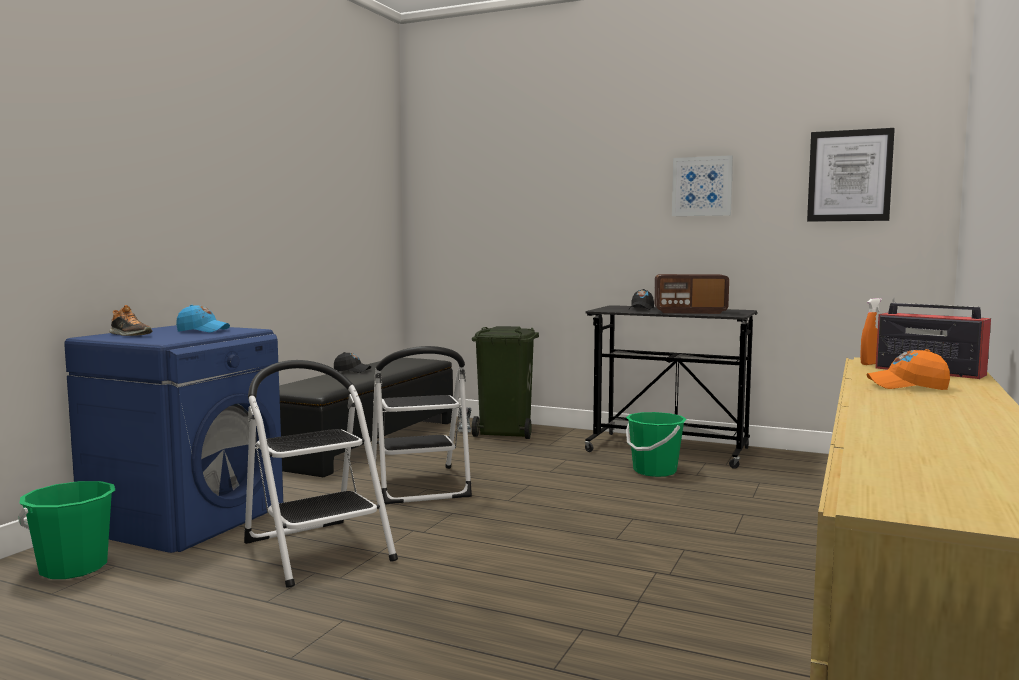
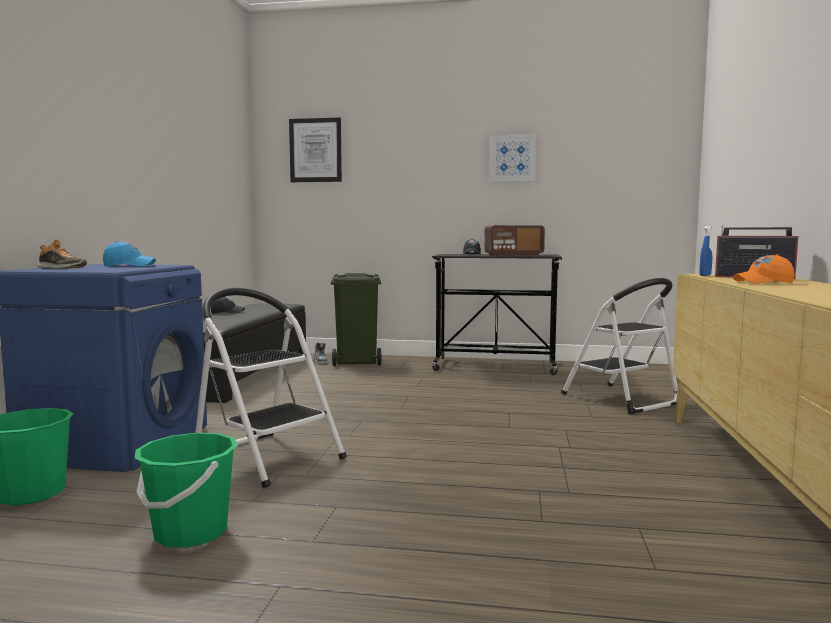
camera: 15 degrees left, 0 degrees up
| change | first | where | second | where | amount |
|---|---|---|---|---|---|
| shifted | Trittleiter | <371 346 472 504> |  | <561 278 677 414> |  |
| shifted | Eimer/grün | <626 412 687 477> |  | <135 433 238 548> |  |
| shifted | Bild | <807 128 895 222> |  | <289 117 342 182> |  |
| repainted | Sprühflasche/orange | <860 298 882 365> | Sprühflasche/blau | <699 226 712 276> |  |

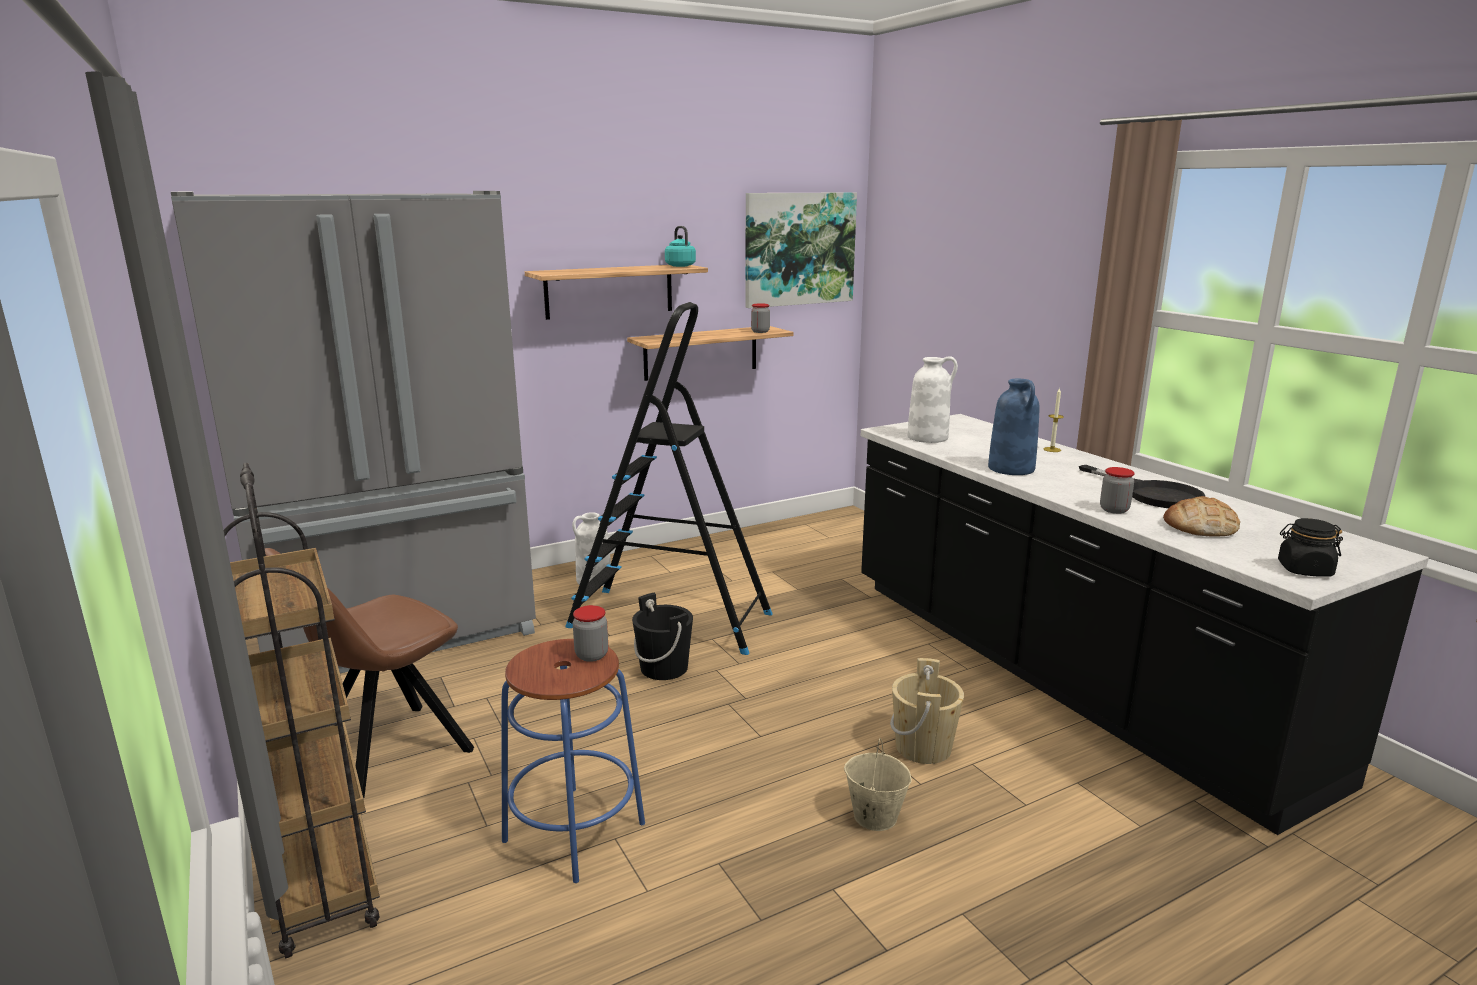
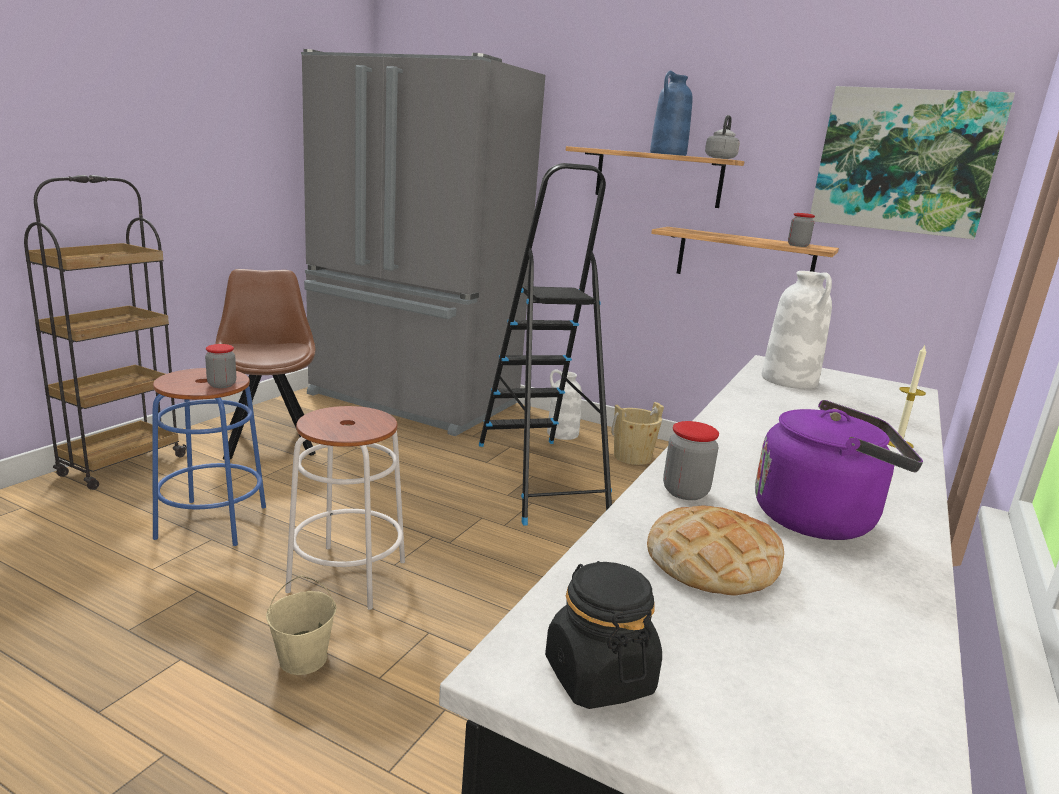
camera: 55 degrees right, 0 degrees up
| change | first | where | second | where | amount |
|---|---|---|---|---|---|
| rotated | Stuhl/braun | <265 548 474 799> |  | <215 269 316 459> | 60 degrees clockwise |
| gone | Eimer/schwarz | <632 593 693 680> |  |  |  |
| repainted | Wasserkessel/türkis | <665 226 696 267> | Wasserkessel/grau | <705 115 740 159> |  |
| shifted | Eimer/beige | <890 658 964 764> |  | <611 402 664 465> |  |
| shifted | Vase/blau | <988 379 1039 475> |  | <650 71 693 156> |  |
| swapped | Pfanne/schwarz | <1079 465 1205 508> | Wasserkessel/lila | <755 400 923 540> |  |
| new |  |  | Hocker/weiß | <285 406 405 610> |  |

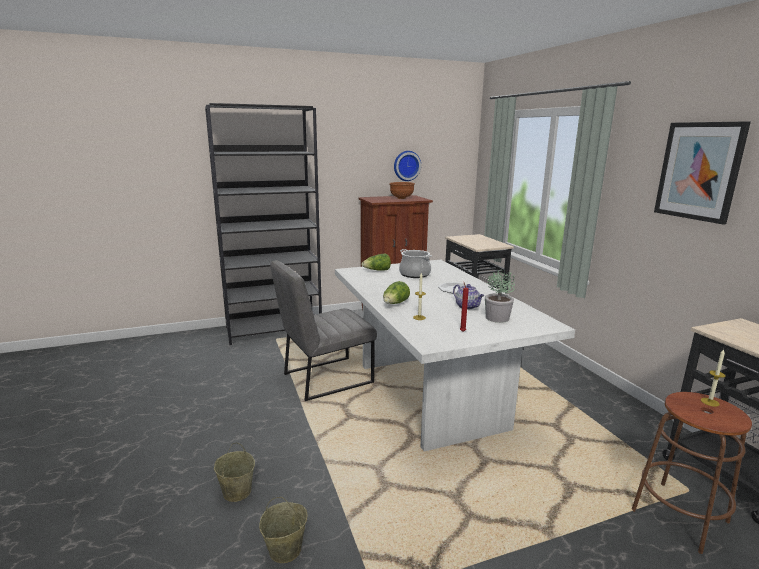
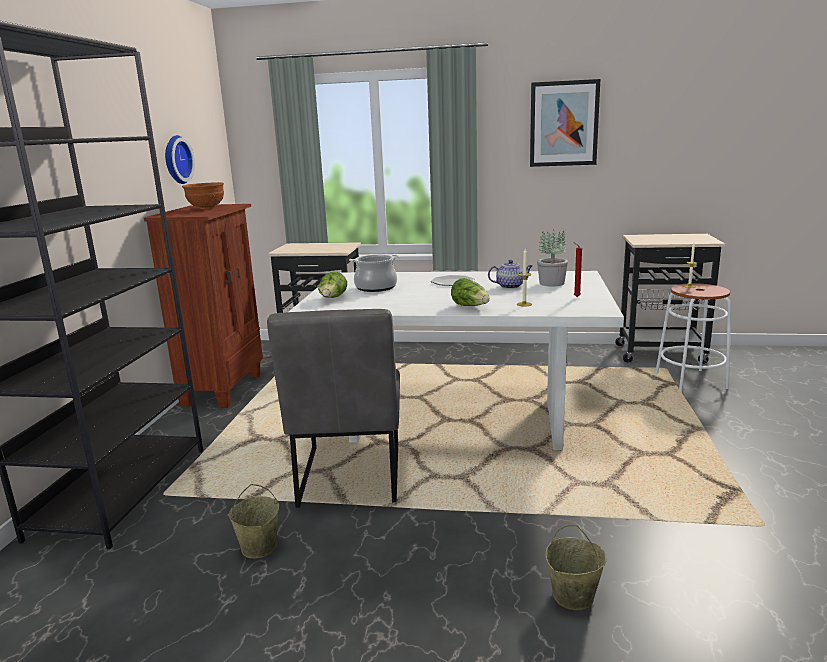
camera: 60 degrees left, 0 degrees up
| change | first | where | second | where | amount |
|---|---|---|---|---|---|
| shifted | Eimer/beige | <259 497 308 563> |  | <229 484 279 559> |  |
| repainted | Hocker/braun | <632 392 752 554> | Hocker/weiß | <655 283 731 393> |  |

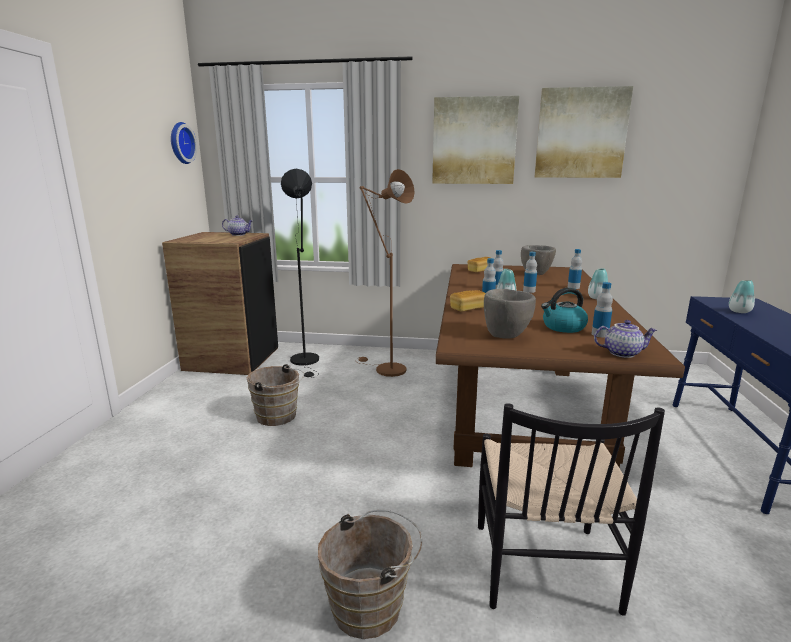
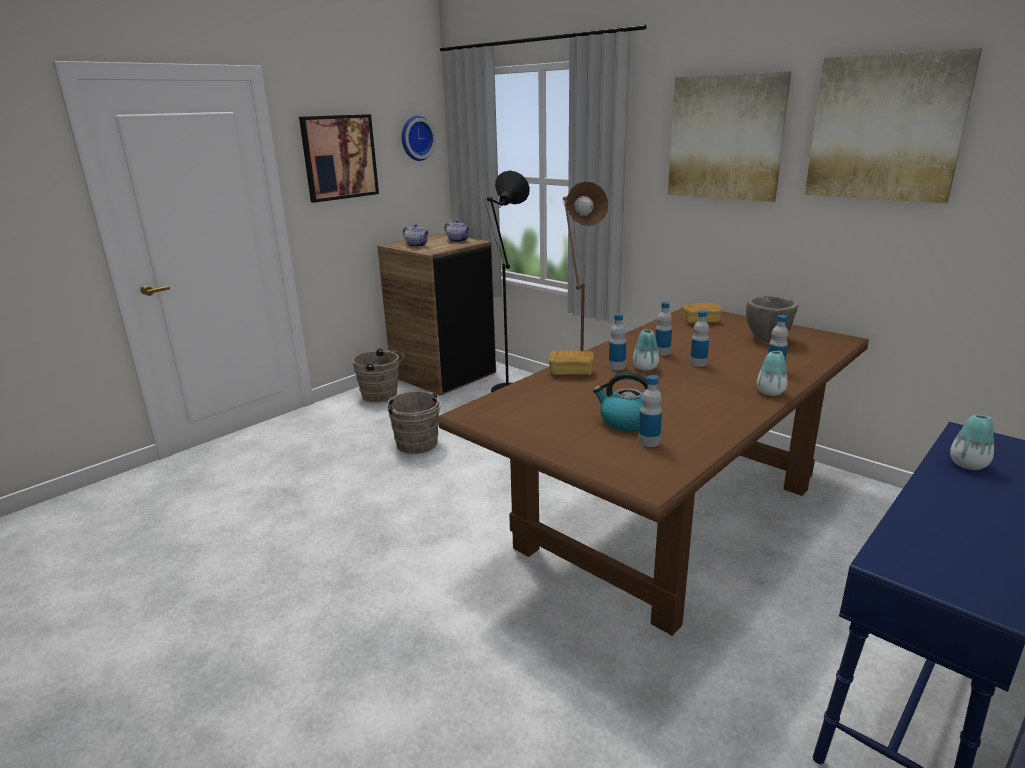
camera: 35 degrees right, 5 degrees up
| change | first | where | second | where | amount |
|---|---|---|---|---|---|
| shifted | Eimer/braun | <318 510 422 639> |  | <352 348 404 402> |  |
| gone | Stuhl/schwarz | <478 403 665 616> |  |  |  |
| gone | Schüssel/grau | <484 289 536 339> |  |  |  |
| shifted | Teekanne | <594 320 657 358> |  | <403 224 429 247> |  |
| new |  |  | Bild | <299 114 379 203> |  |

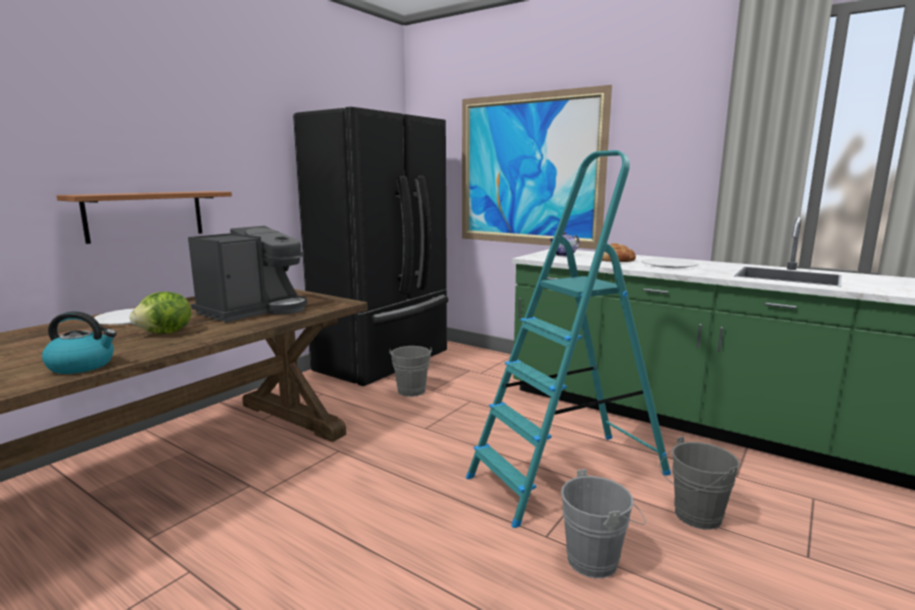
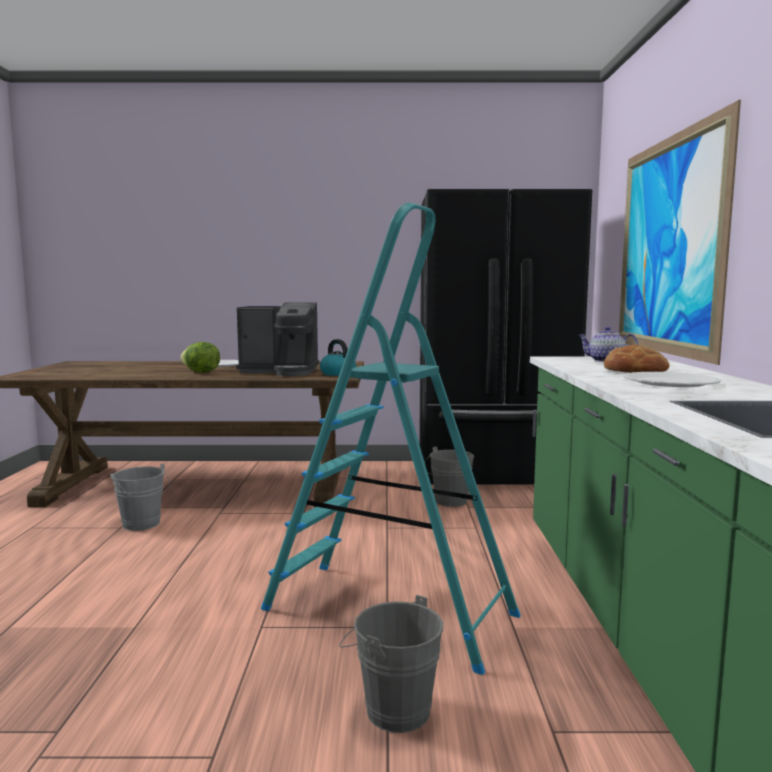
camera: 55 degrees right, 5 degrees down
| change | first | where | second | where | amount |
|---|---|---|---|---|---|
| shifted | Wasserkessel | <42 311 117 374> |  | <320 339 356 376> |  |
| gone | Wandregal | <56 191 232 244> |  |  |  |
| shifted | Eimer/grau | <561 469 646 578> |  | <110 463 170 531> |  |

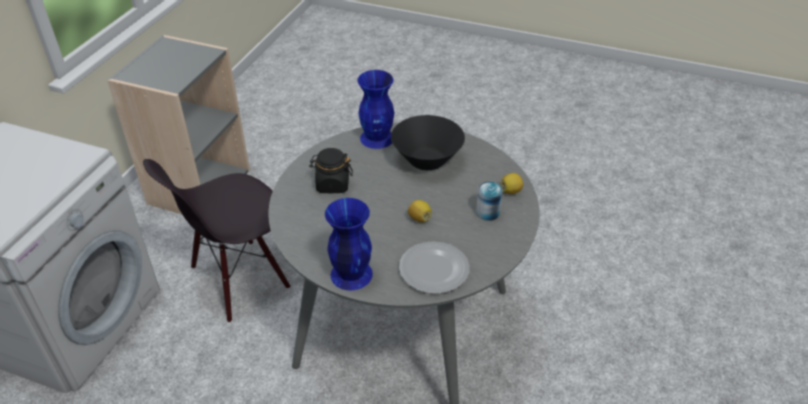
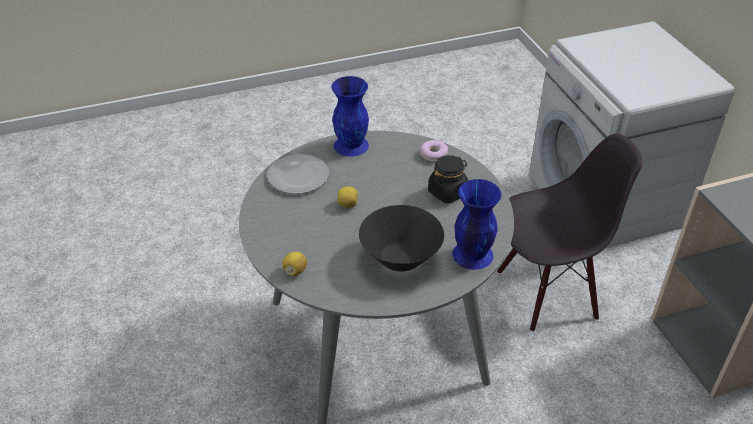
camera: 140 degrees right, 0 degrees up
| change | first | where | second | where | amount |
|---|---|---|---|---|---|
| rotated | Stuhl/schwarz | <143 159 290 323> |  | <497 134 643 332> | 60 degrees clockwise |
| gone | Dose | <476 182 502 221> |  |  |  |
| new |  |  | Donut | <420 140 448 162> |  |

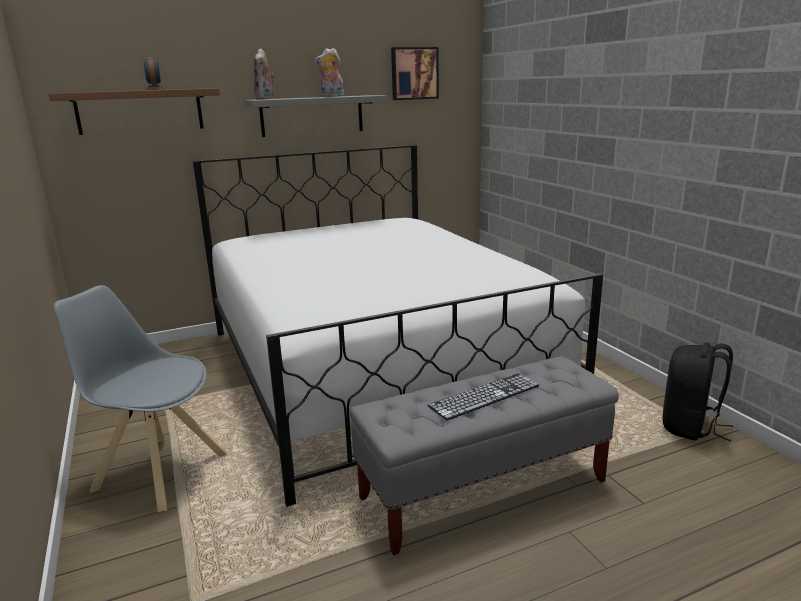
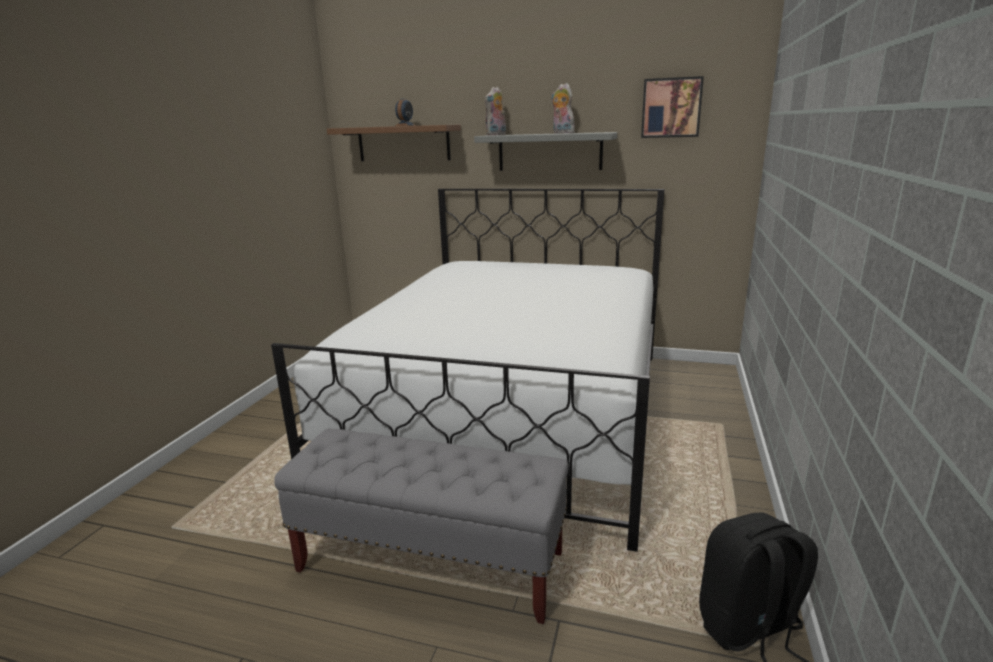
camera: 40 degrees right, 0 degrees up
| change | first | where | second | where | amount |
|---|---|---|---|---|---|
| gone | Stuhl/grau | <54 285 227 512> |  |  |  |
| gone | Tastatur | <427 374 539 421> |  |  |  |

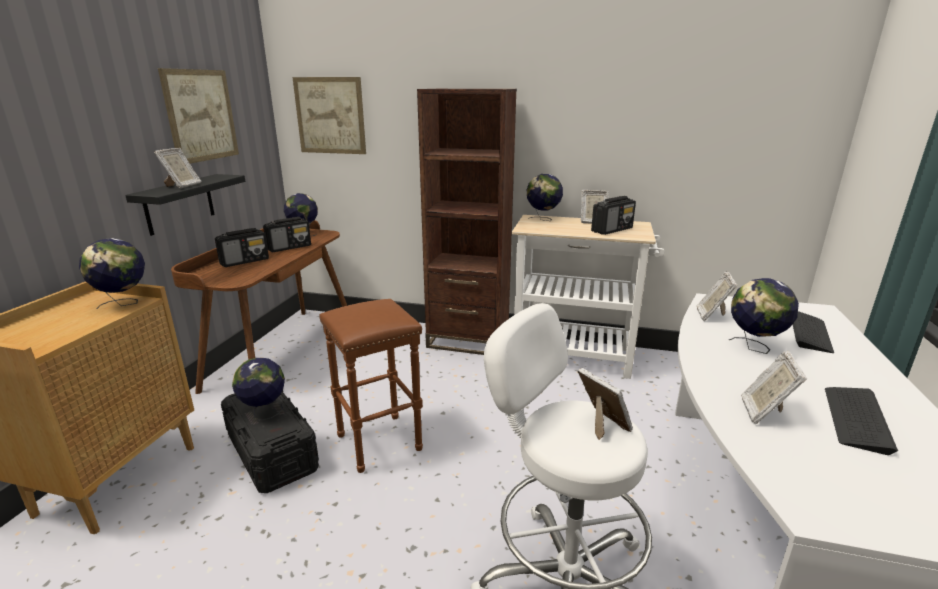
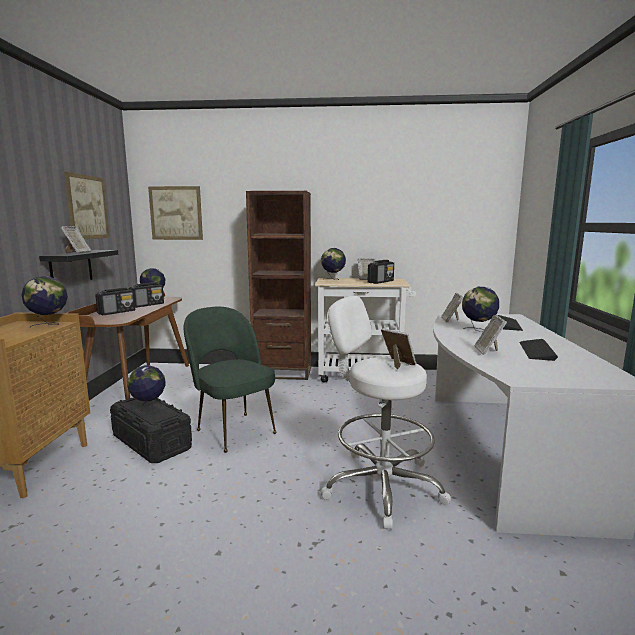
camera: 10 degrees left, 10 degrees down
| change | first | where | second | where | amount |
|---|---|---|---|---|---|
| swapped | Hocker/braun | <319 299 423 473> | Stuhl/grün | <183 306 276 453> |  |

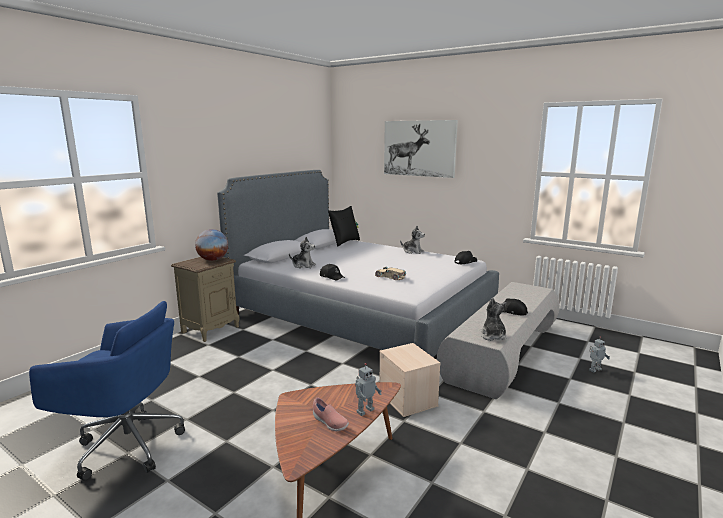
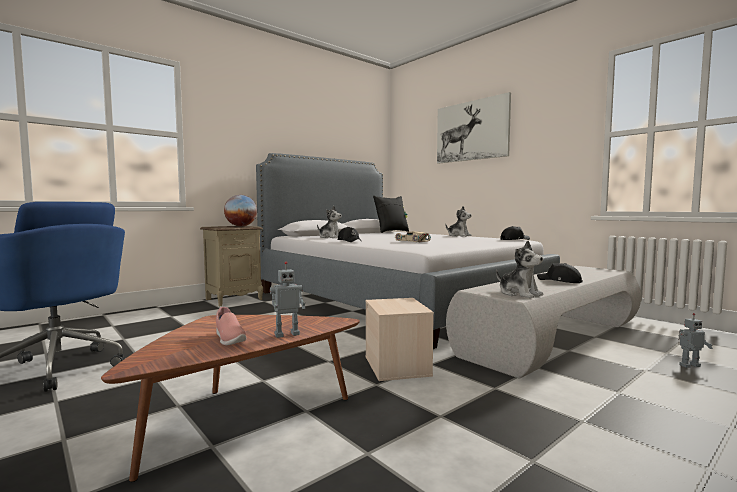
camera: 15 degrees right, 10 degrees down
| change | first | where | second | where | amount |
|---|---|---|---|---|---|
| rotated | Plüschtier | <480 298 507 341> |  | <496 241 543 298> | 135 degrees clockwise |

